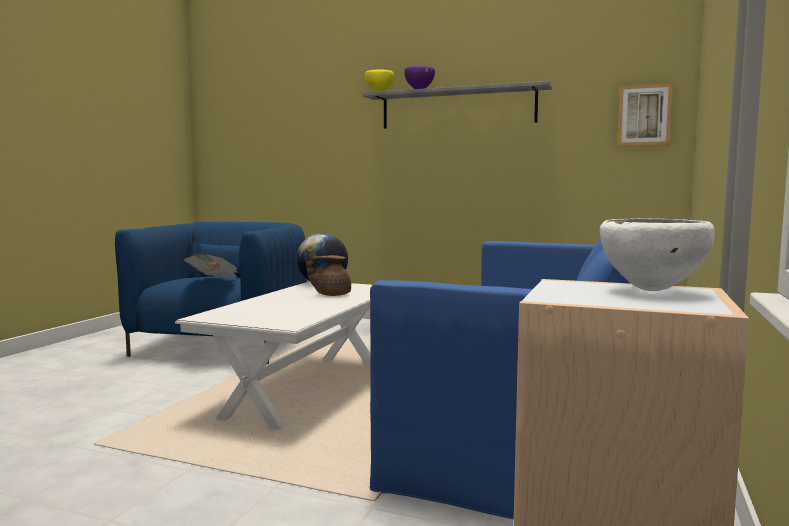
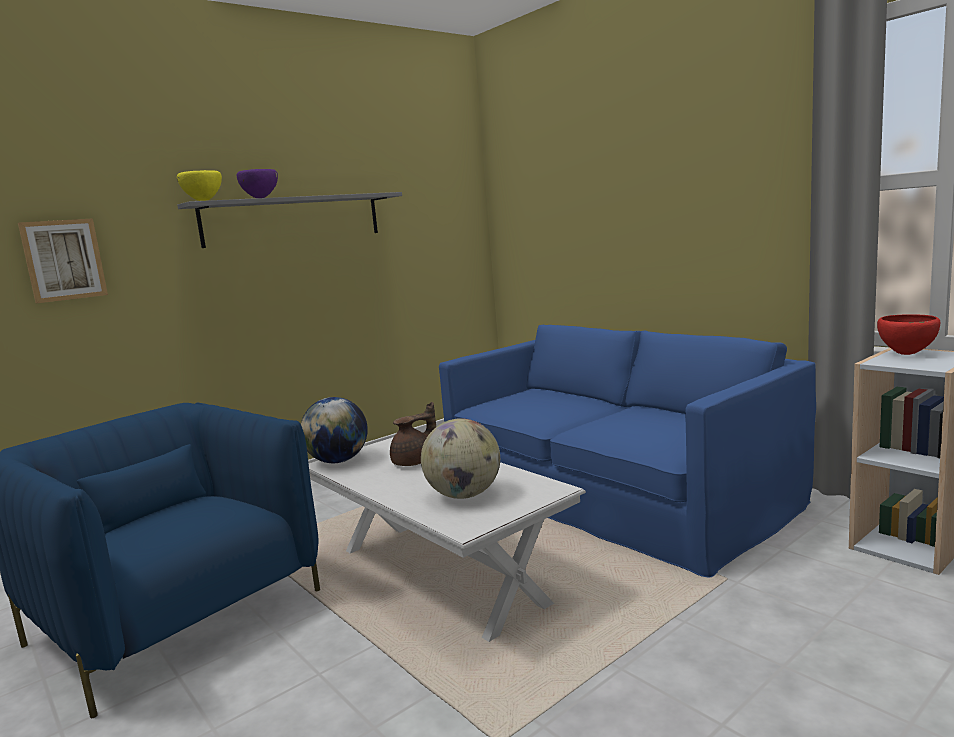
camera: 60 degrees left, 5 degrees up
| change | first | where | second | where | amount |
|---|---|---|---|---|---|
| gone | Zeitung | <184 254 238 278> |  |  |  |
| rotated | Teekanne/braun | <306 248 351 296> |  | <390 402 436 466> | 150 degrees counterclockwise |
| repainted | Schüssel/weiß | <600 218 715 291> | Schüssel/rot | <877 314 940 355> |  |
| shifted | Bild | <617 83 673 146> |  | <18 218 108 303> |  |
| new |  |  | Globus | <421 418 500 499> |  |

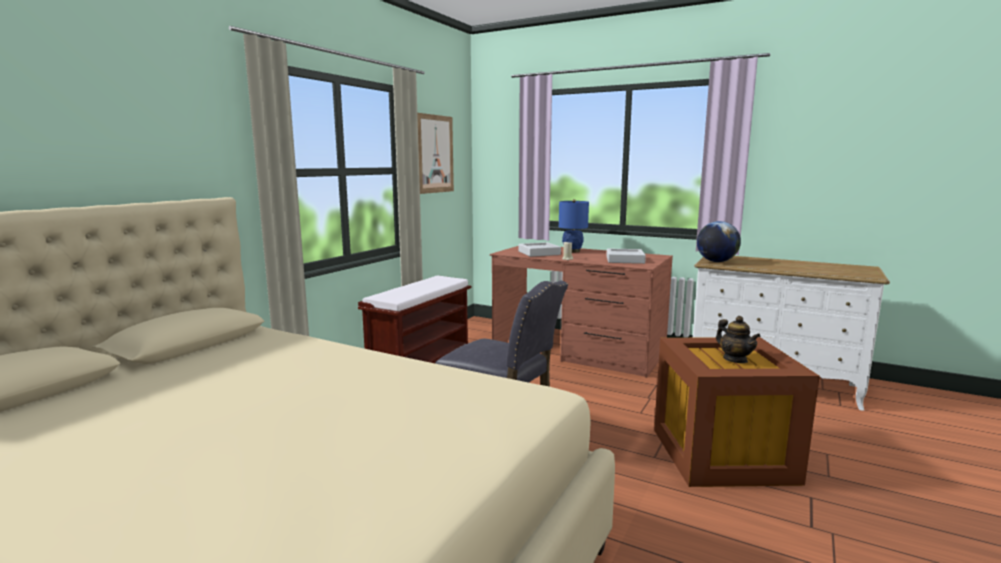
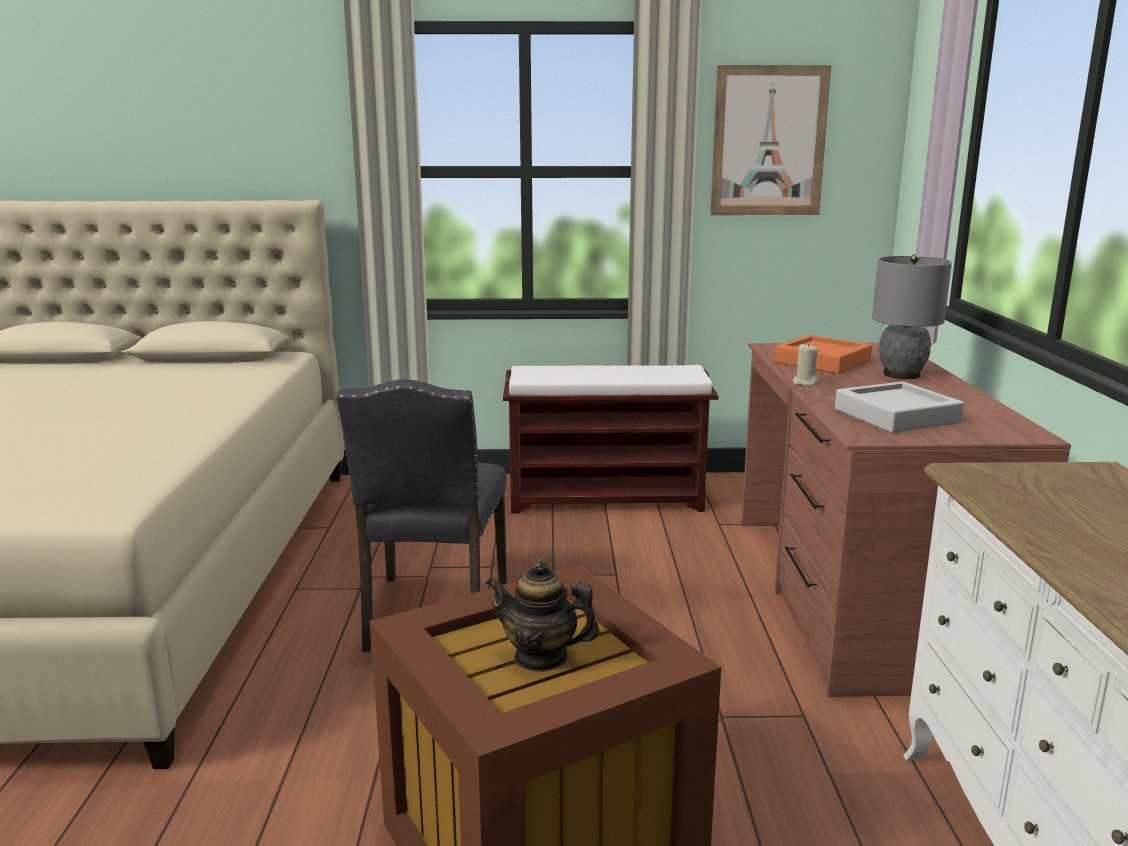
camera: 60 degrees right, 5 degrees up
| change | first | where | second | where | amount |
|---|---|---|---|---|---|
| repainted | Tablett/grau | <519 242 561 257> | Tablett/orange | <774 335 872 374> |  |
| repainted | Tischlampe/blau | <559 199 589 252> | Tischlampe/grau | <872 254 952 379> |  |
| gone | Globus | <697 221 741 262> |  |  |  |
| rotated | Teekanne | <716 316 761 363> |  | <485 559 600 672> | 75 degrees clockwise |

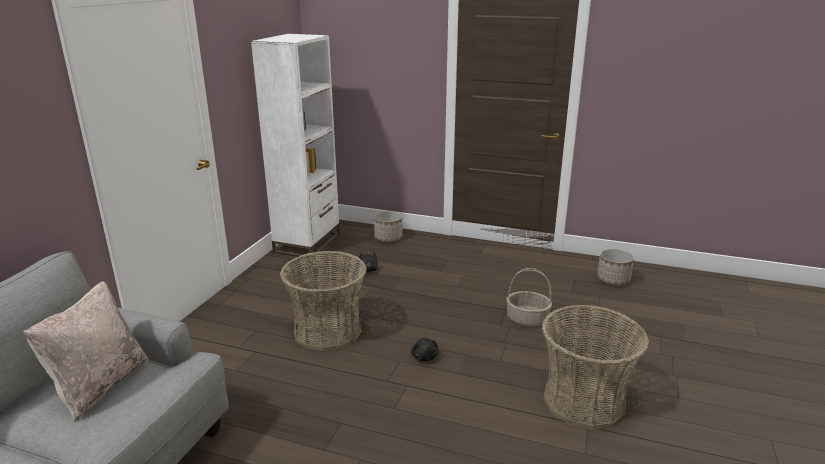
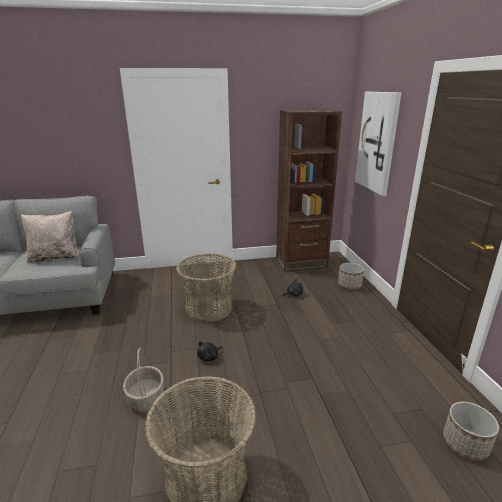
camera: 60 degrees right, 0 degrees up
| change | first | where | second | where | amount |
|---|---|---|---|---|---|
| repainted | Bücherregal/weiß | <251 34 340 259> | Bücherregal/braun | <276 109 342 272> |  |
| shifted | Korb | <507 268 552 327> |  | <123 348 164 411> |  |
| new |  |  | Bild | <355 92 401 196> |  |

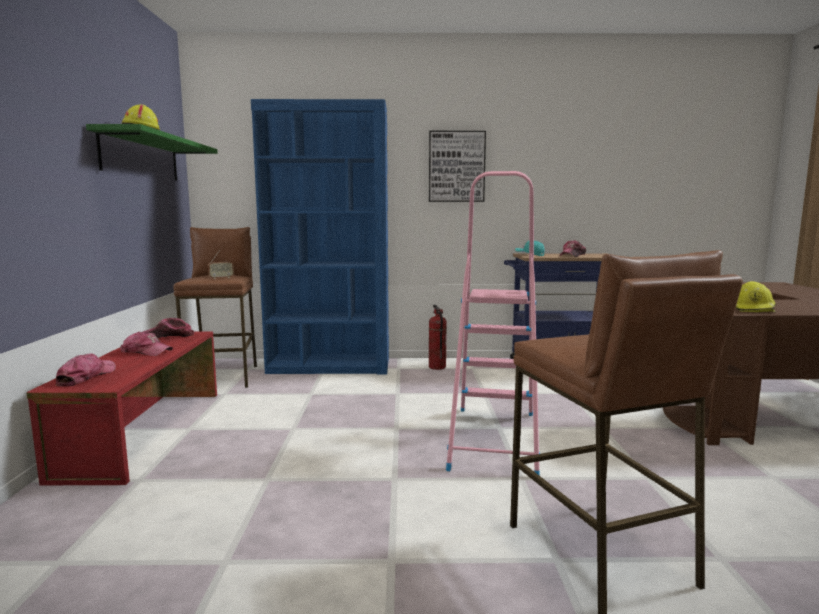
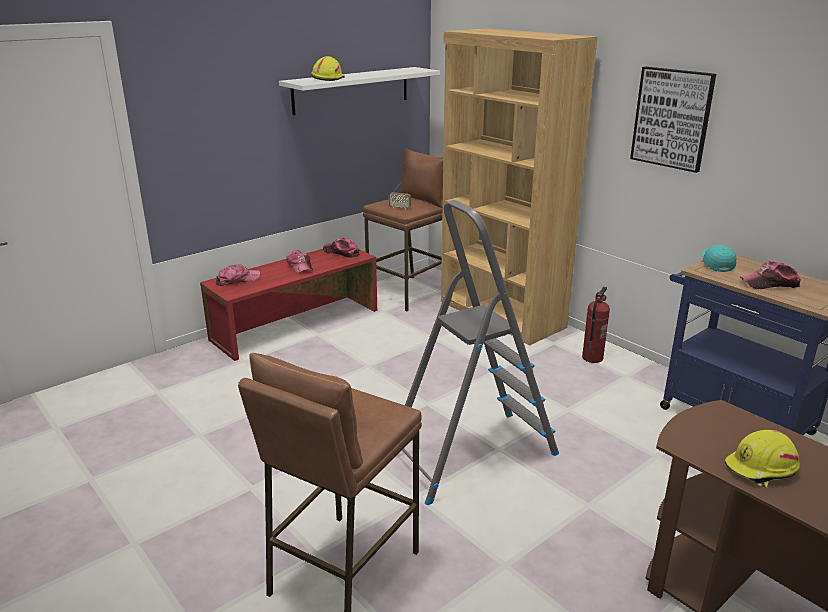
camera: 50 degrees right, 15 degrees up
| change | first | where | second | where | amount |
|---|---|---|---|---|---|
| repainted | Wandregal/grün | <86 124 218 181> | Wandregal/weiß | <279 67 440 115> |  |
| repainted | Bücherregal/blau | <251 99 389 374> | Bücherregal/braun | <441 28 598 345> |  |
| repainted | Trittleiter/rosa | <446 171 540 476> | Trittleiter/grau | <402 200 559 505> |  |

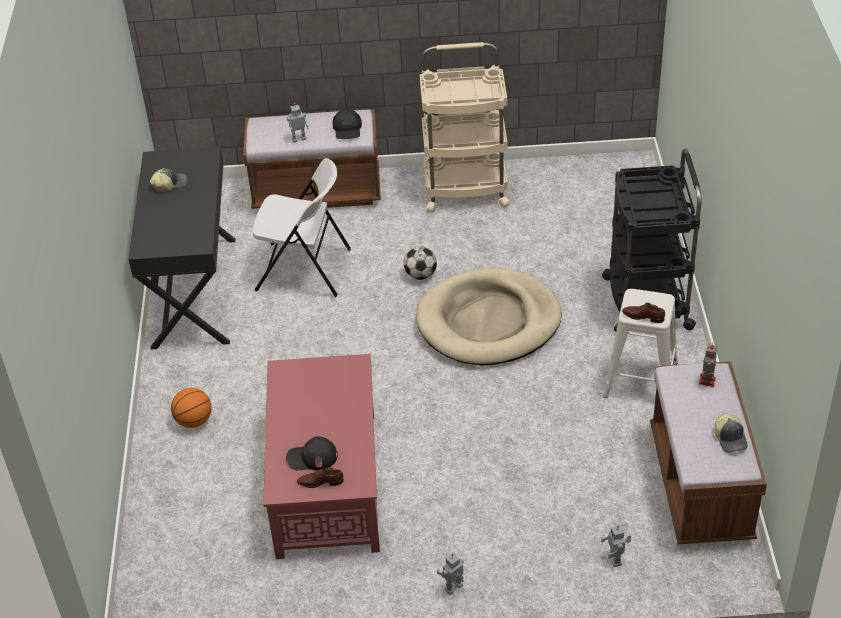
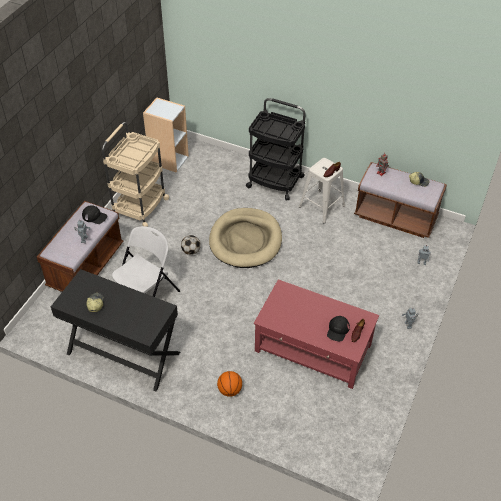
camera: 65 degrees left, 5 degrees up
| change | first | where | second | where | amount |
|---|---|---|---|---|---|
| new |  |  | Bücherregal | <143 97 189 173> |  |

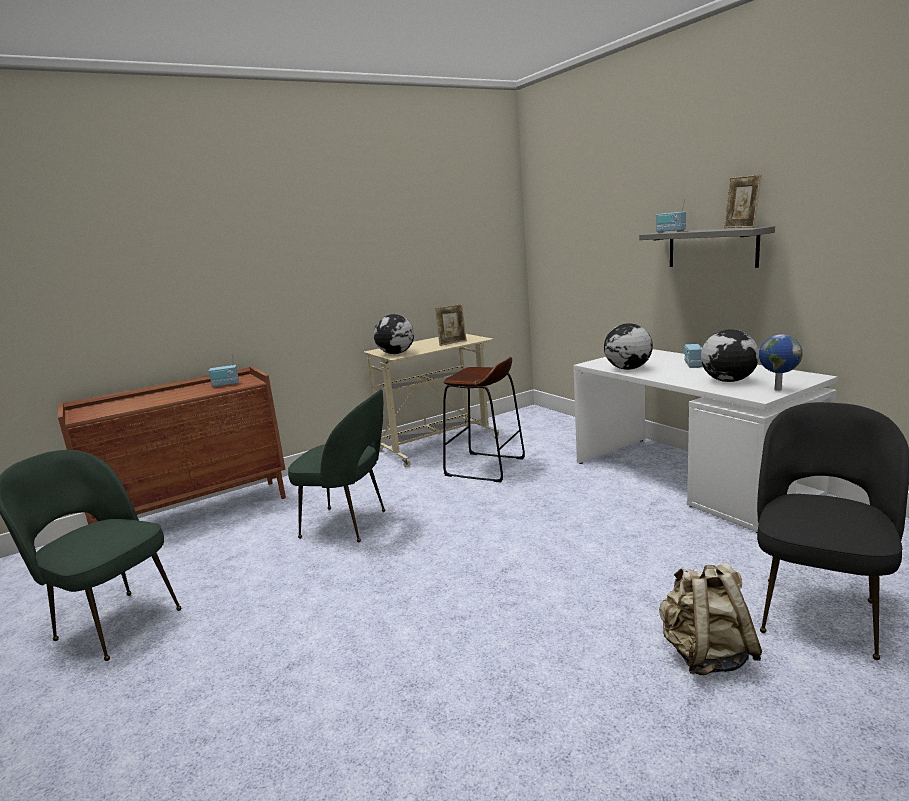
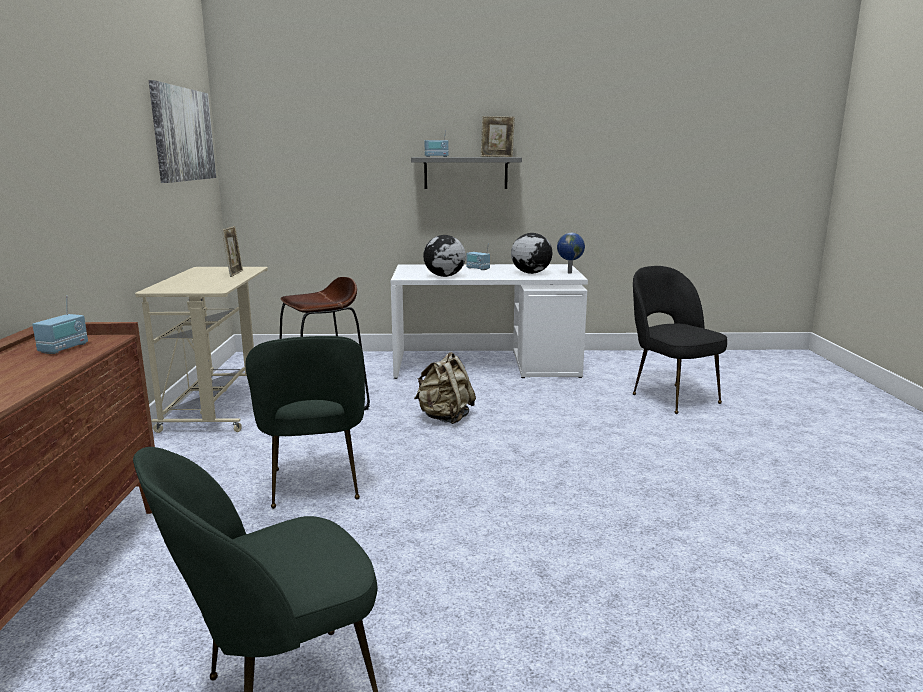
camera: 60 degrees left, 0 degrees up
| change | first | where | second | where | amount |
|---|---|---|---|---|---|
| rotated | Stuhl/grün | <288 389 385 542> |  | <245 336 365 509> | 120 degrees clockwise |
| gone | Globus | <374 314 414 354> |  |  |  |
| shifted | Rucksack/beige | <659 562 762 675> |  | <414 352 476 424> |  |
| new |  |  | Bild | <148 80 216 183> |  |

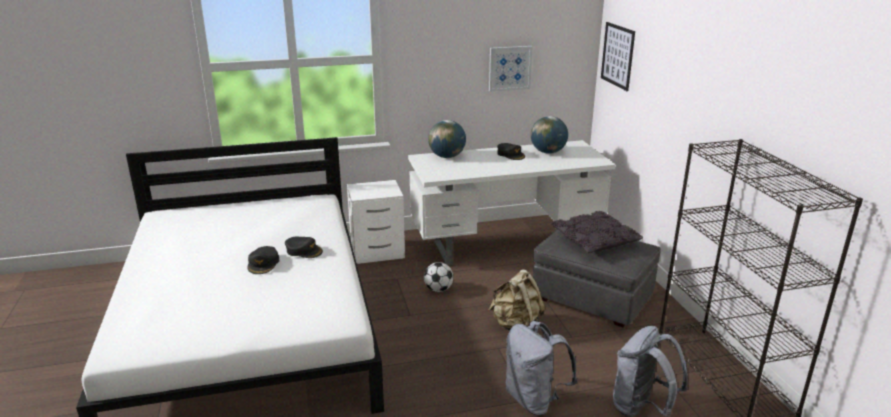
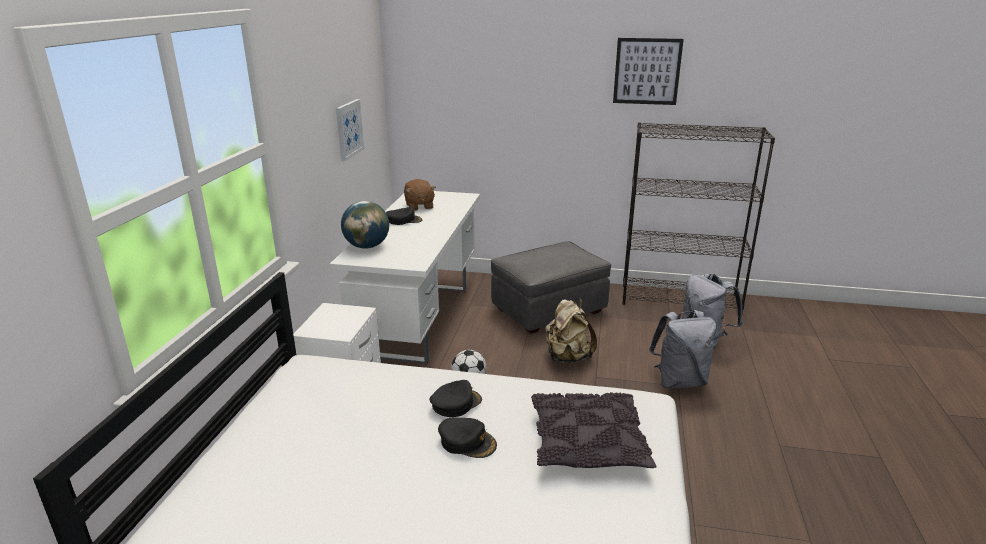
camera: 65 degrees left, 0 degrees up
| change | first | where | second | where | amount |
|---|---|---|---|---|---|
| swapped | Globus | <531 116 568 154> | Plüschtier/braun | <404 179 436 211> |  |
| shifted | Kissen/schwarz | <550 211 643 253> |  | <531 392 657 468> |  |
| shifted | Bild | <601 22 635 91> |  | <613 38 684 105> |  |

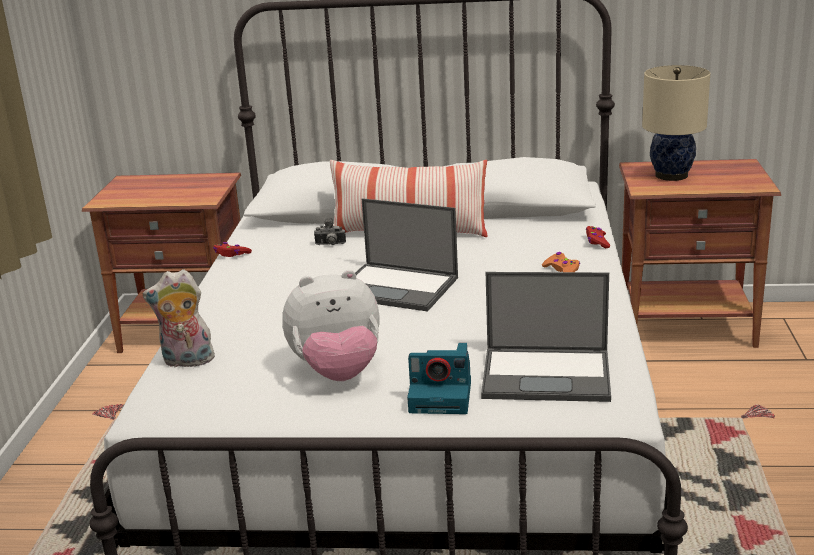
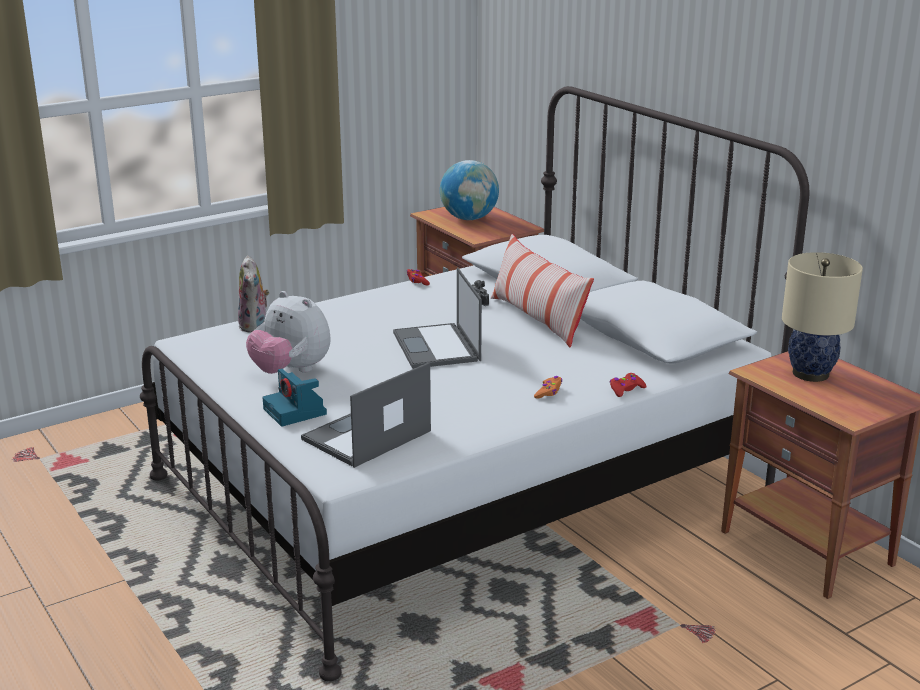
camera: 50 degrees right, 0 degrees up
| change | first | where | second | where | amount |
|---|---|---|---|---|---|
| rotated | Plüschtier | <143 269 216 368> |  | <238 255 269 333> | 150 degrees counterclockwise |
| rotated | Laptop | <481 272 611 402> |  | <301 362 431 468> | 75 degrees clockwise |
| new |  |  | Globus | <440 160 499 220> |  |

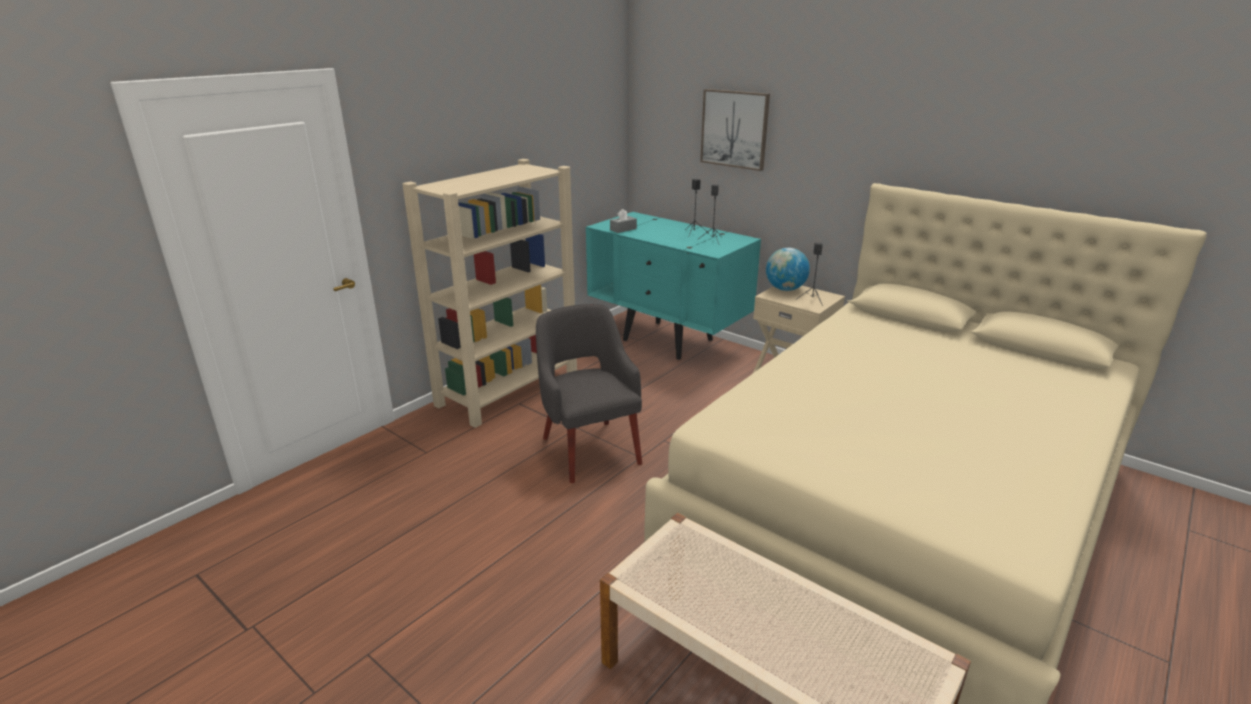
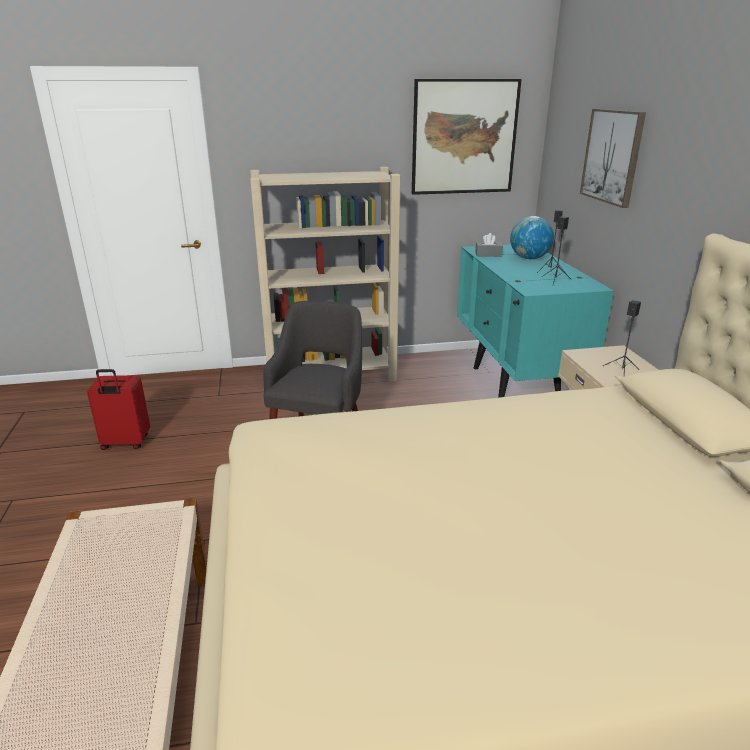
camera: 40 degrees right, 0 degrees up
| change | first | where | second | where | amount |
|---|---|---|---|---|---|
| shifted | Globus | <766 248 810 291> |  | <510 216 554 259> |  |
| new |  |  | Koffer/rot | <87 369 150 450> |  |
| new |  |  | Bild | <412 79 522 195> |  |

